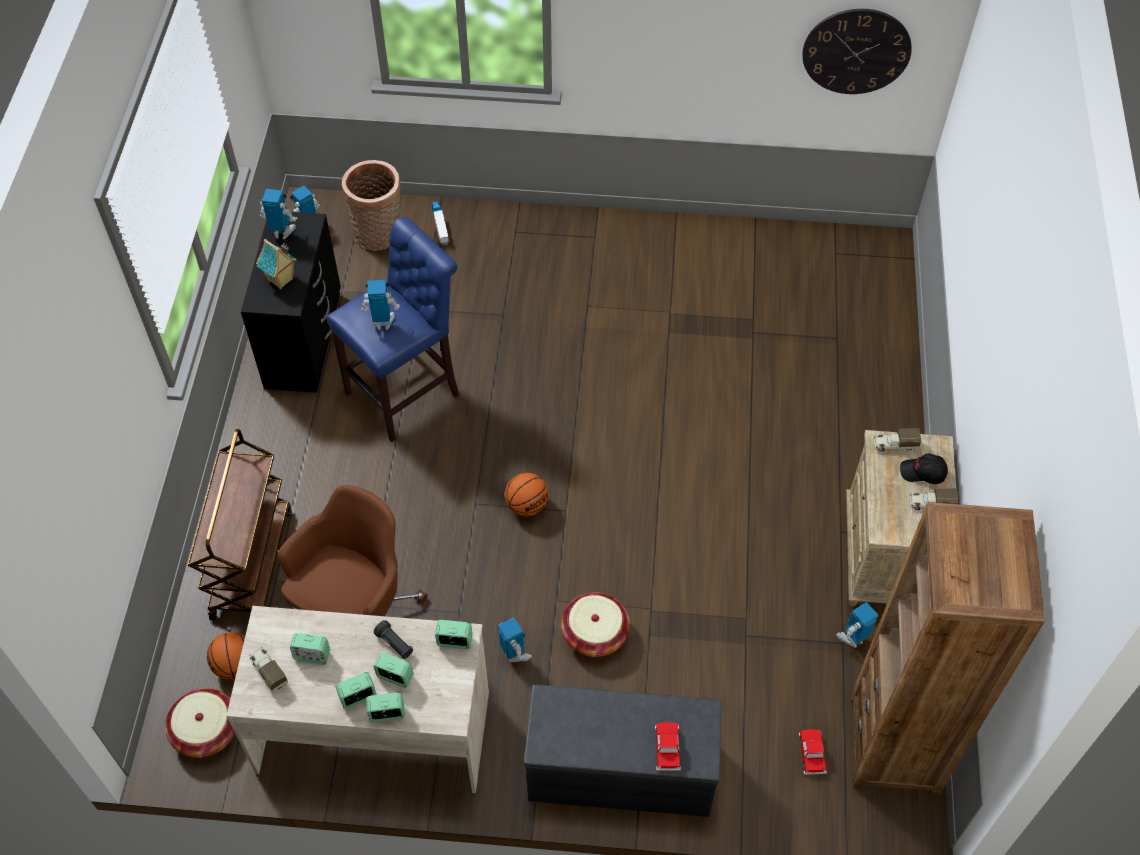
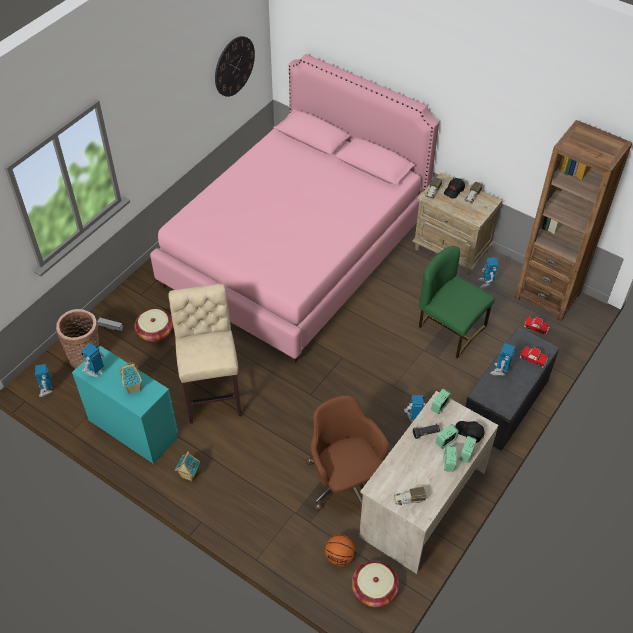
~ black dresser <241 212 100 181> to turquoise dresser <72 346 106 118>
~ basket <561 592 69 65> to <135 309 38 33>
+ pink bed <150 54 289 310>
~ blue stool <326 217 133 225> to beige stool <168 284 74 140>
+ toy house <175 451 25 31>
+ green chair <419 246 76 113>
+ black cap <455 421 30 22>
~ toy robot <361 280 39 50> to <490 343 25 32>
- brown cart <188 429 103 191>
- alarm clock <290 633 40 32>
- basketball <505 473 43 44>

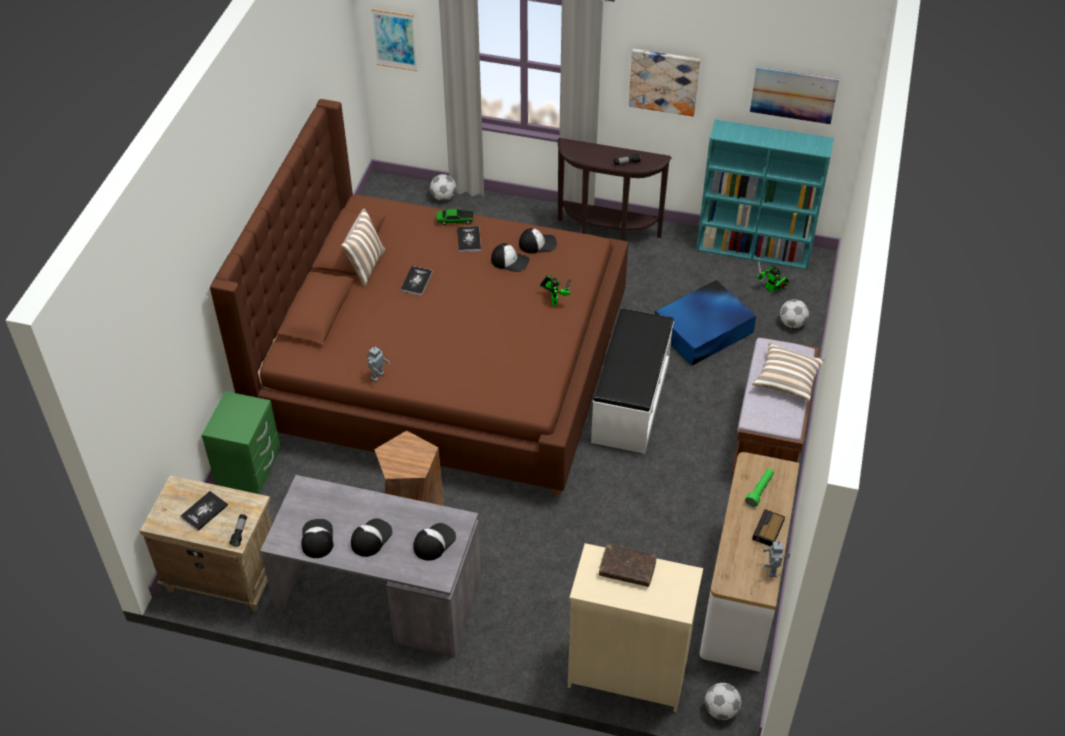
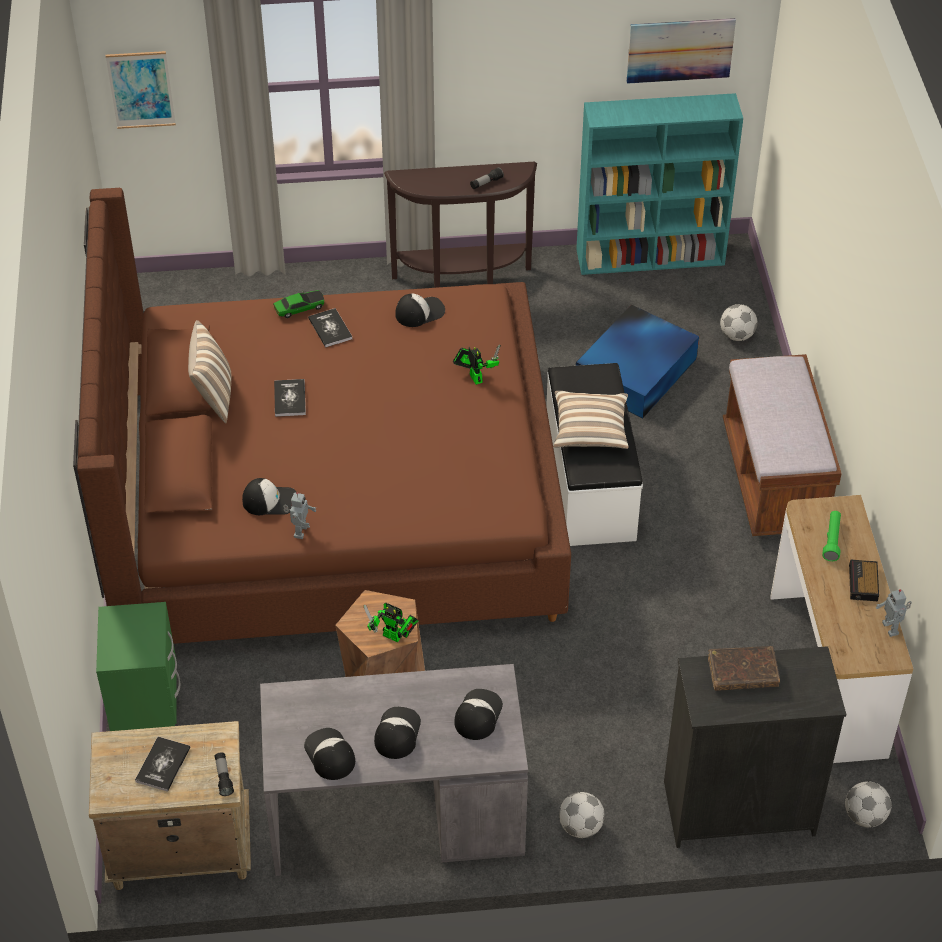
~ cap <491 243 39 29> to <242 478 54 37>
~ toy robot <757 261 32 32> to <364 603 55 39>
~ pillow <752 343 73 58> to <553 391 76 58>
~ football <430 174 26 27> to <559 792 46 46>
~ beige dresser <568 543 135 169> to black dresser <664 646 182 202>
- picture <629 49 71 67>

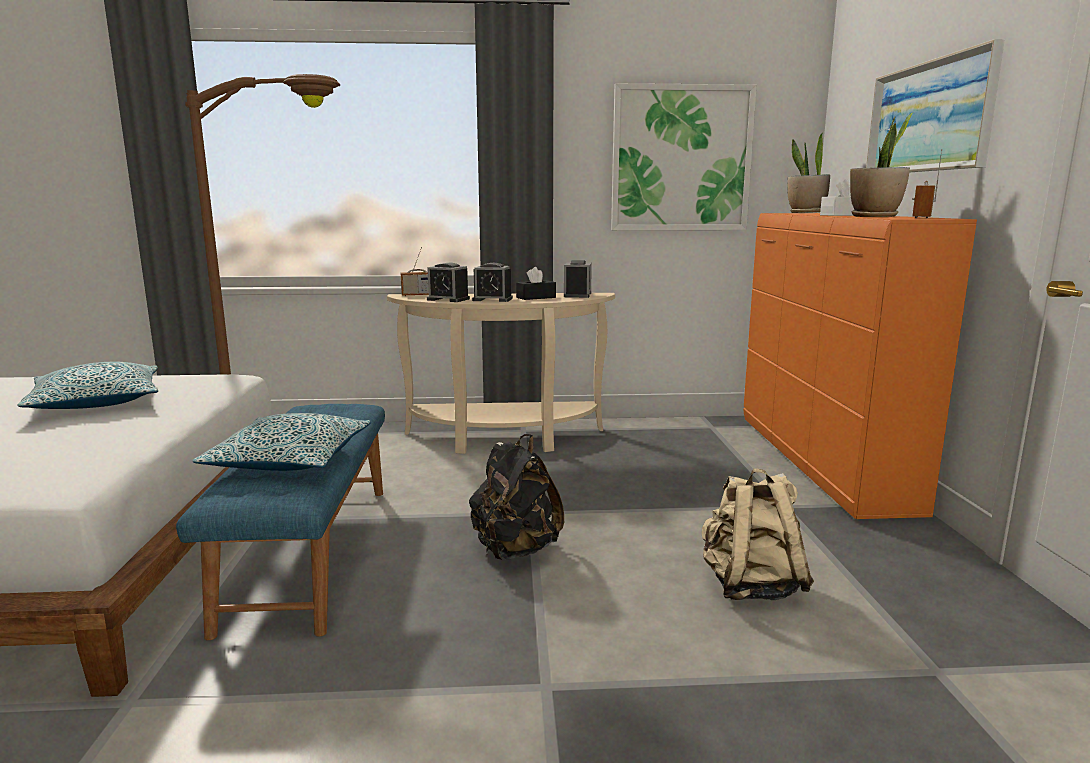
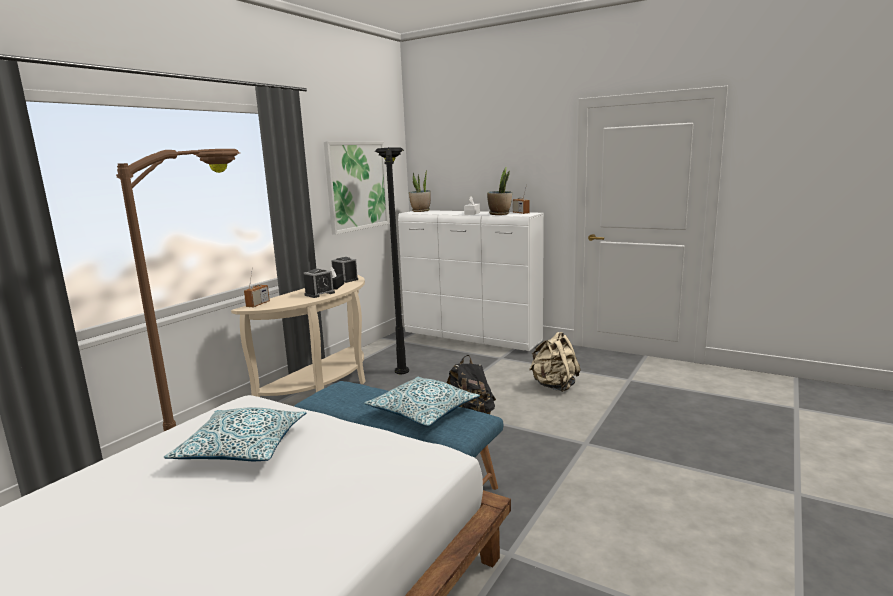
+ black floor lamp <375 147 34 227>
~ orange dresser <743 213 234 306> to white dresser <398 210 146 141>
- alarm clock <427 263 43 39>
- picture <866 39 139 133>

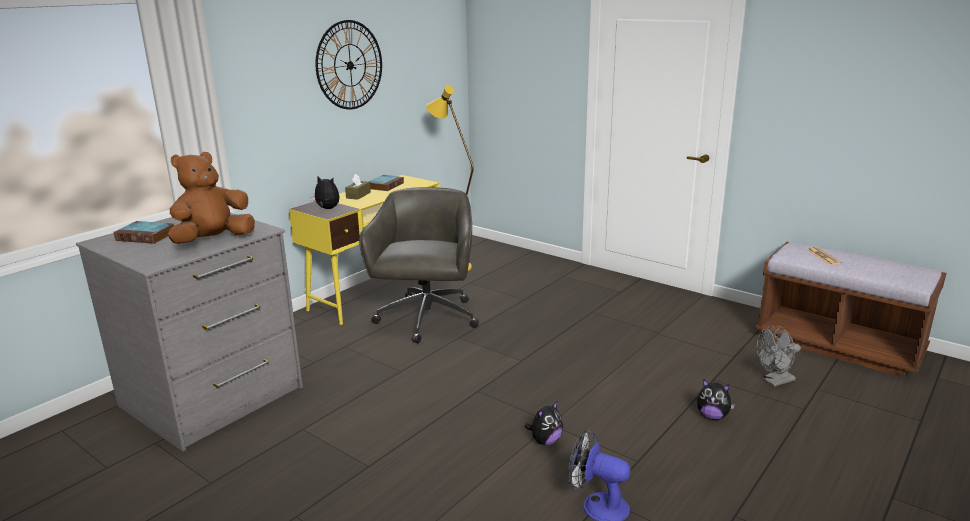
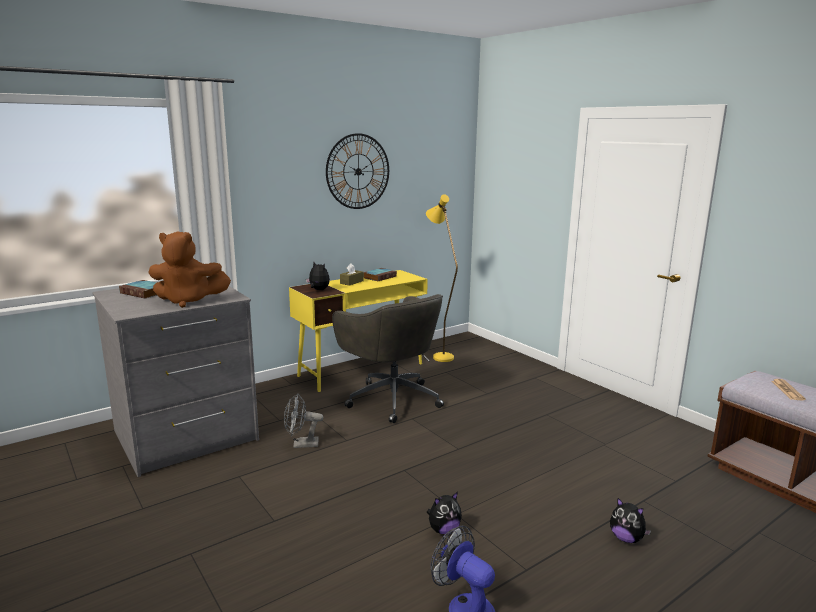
~ brown plush toy <168 152 87 92> = <148 232 83 76> 150 degrees counterclockwise
~ grey fan <756 325 45 62> to <284 393 39 55>
~ grey office chair <359 187 120 156> = <332 294 112 129> 120 degrees clockwise

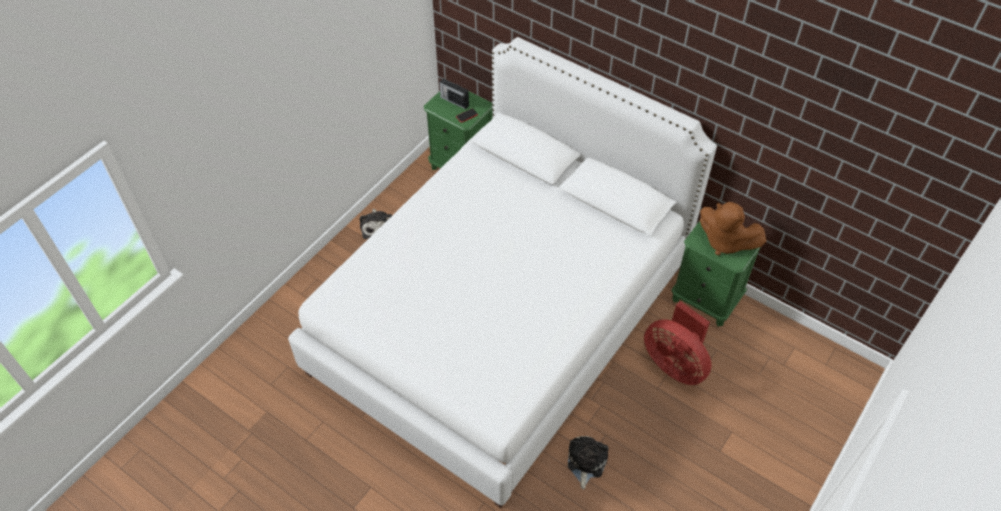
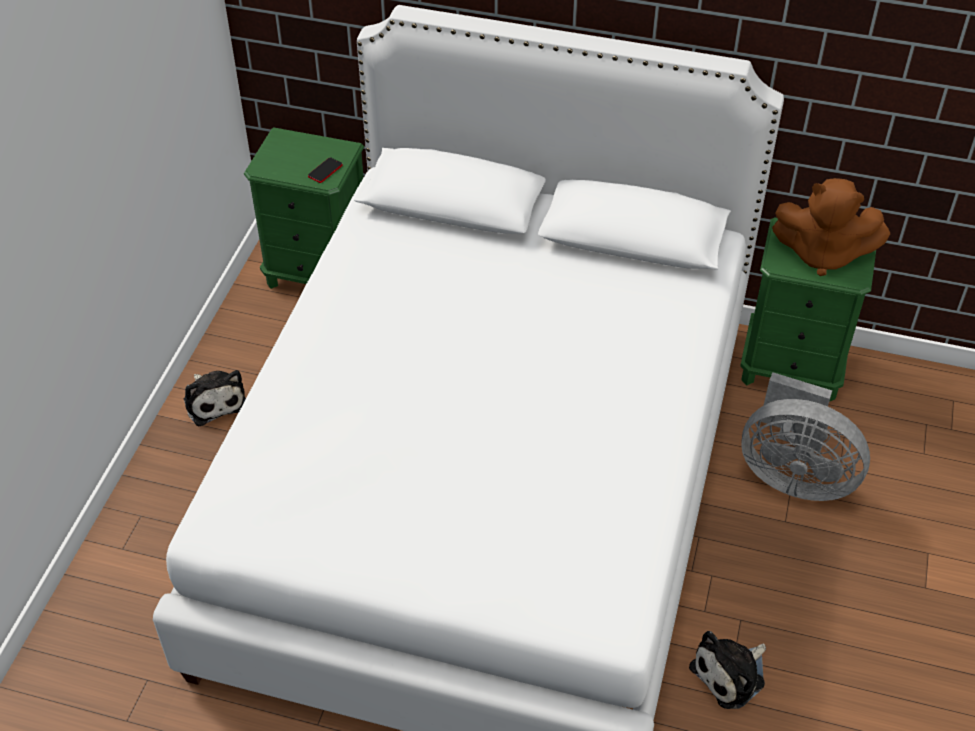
~ plush toy <568 436 40 53> = <689 631 77 78> 120 degrees counterclockwise
~ red fan <644 301 67 84> to grey fan <741 372 129 129>
- radio <439 79 30 30>

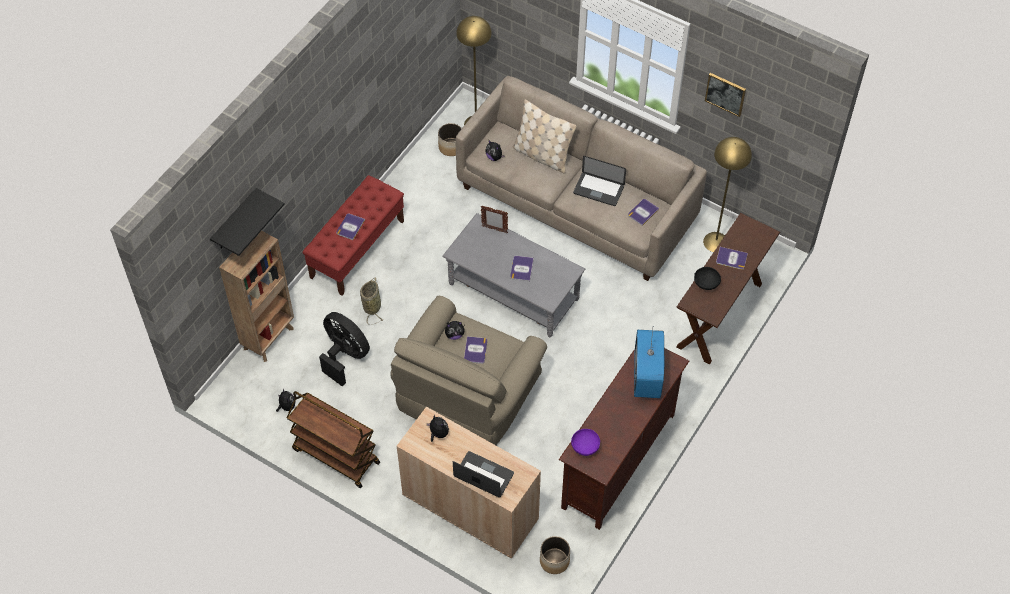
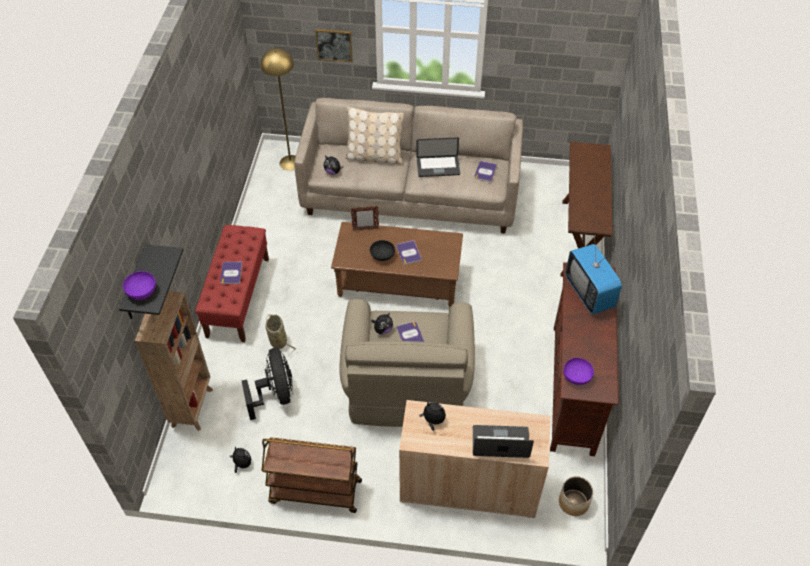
+ purple bowl <123 271 33 29>
~ black fan <319 312 51 75> = <242 348 51 72> 60 degrees clockwise
~ picture <705 73 41 44> to <315 29 38 33>
~ grey coffee table <442 213 143 124> to brown coffee table <331 222 132 86>
~ black bowl <694 267 27 23> to <370 240 25 21>
- planter <438 123 24 33>
- yellow floor lamp <703 137 49 115>
- book <716 247 32 23>

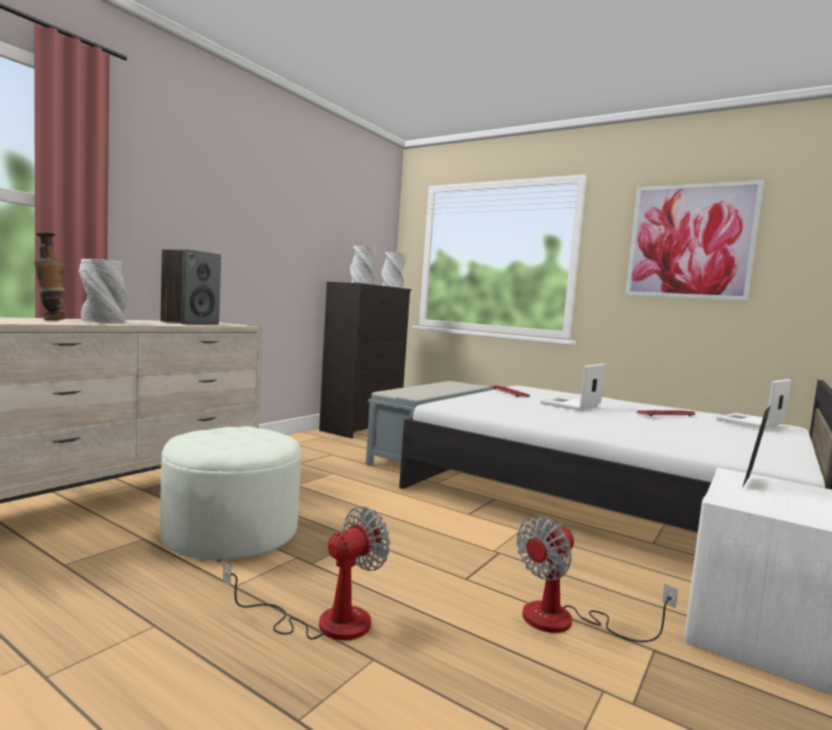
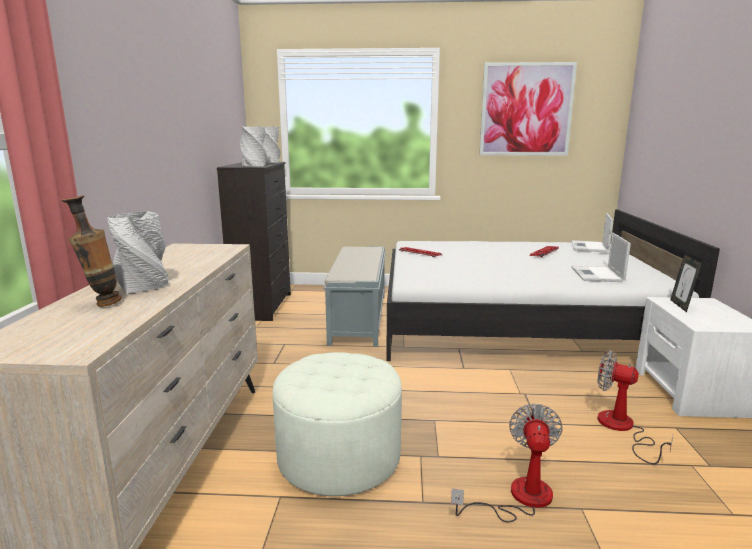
~ laptop <540 364 65 46> to <571 233 60 49>
~ fan <516 516 162 126> = <598 350 75 114> 105 degrees clockwise
- speaker <160 249 61 75>

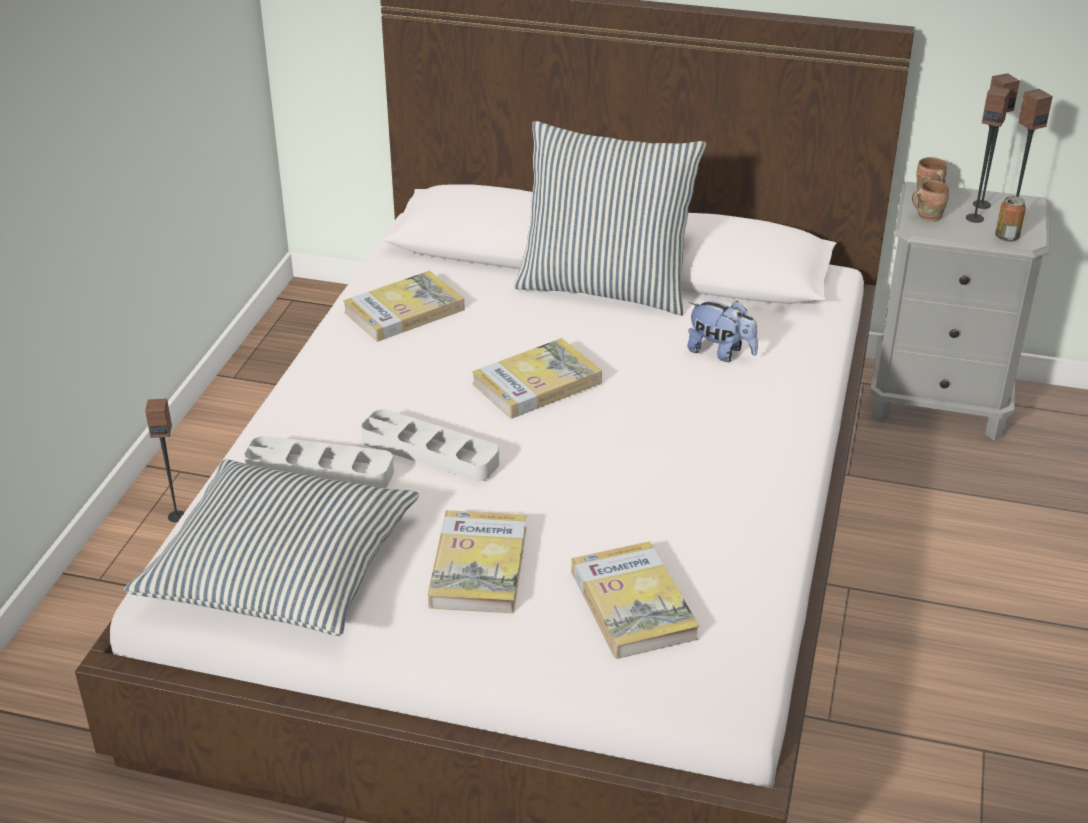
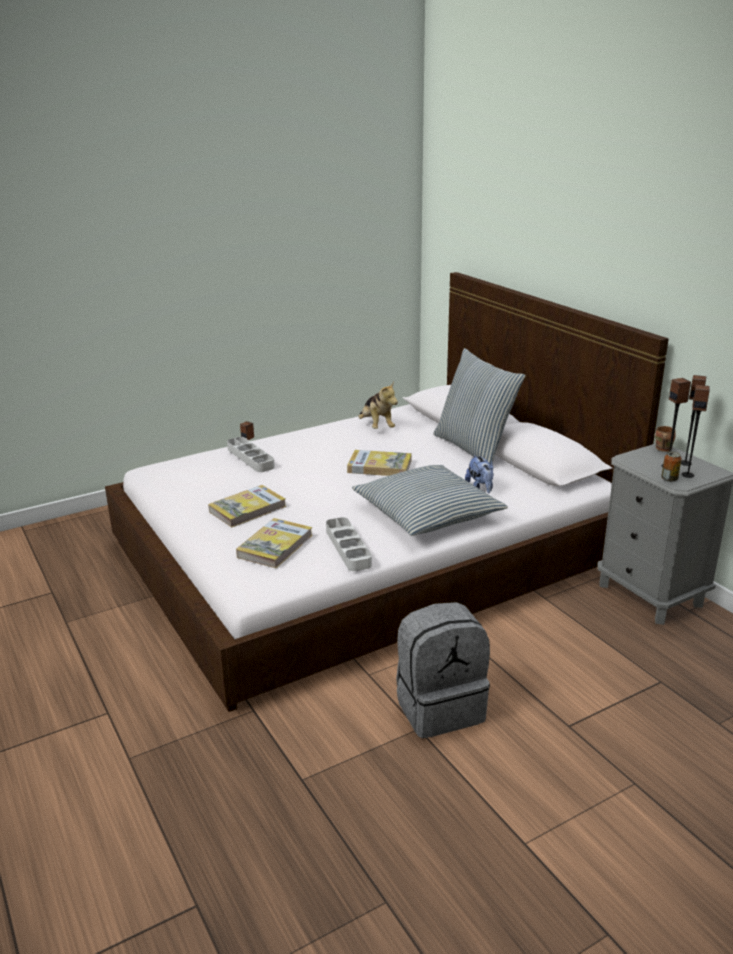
~ grey tray <361 409 138 72> to <326 517 46 54>
~ pillow <124 459 295 177> to <352 465 156 71>
~ book <343 271 122 71> to plush toy <358 381 40 48>
+ grey backpack <396 602 94 136>
- brown mug <912 180 37 42>

